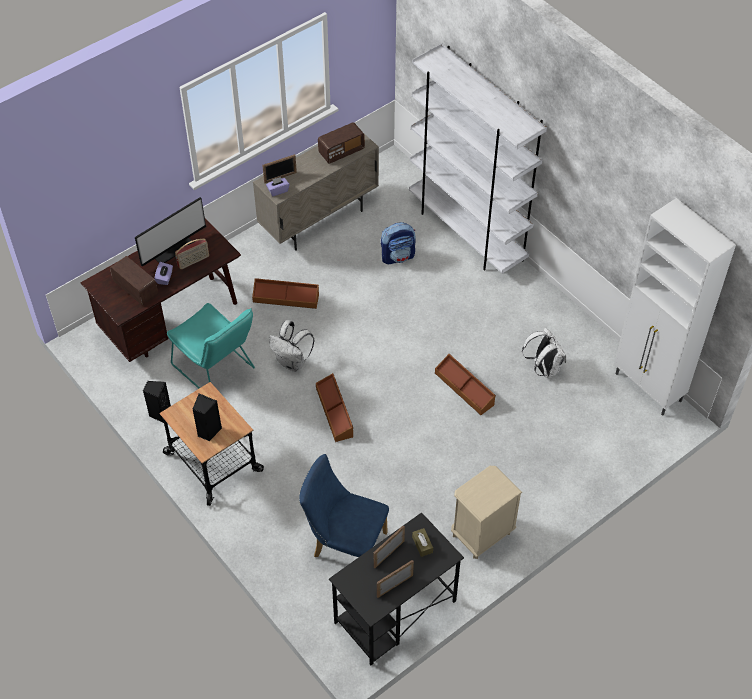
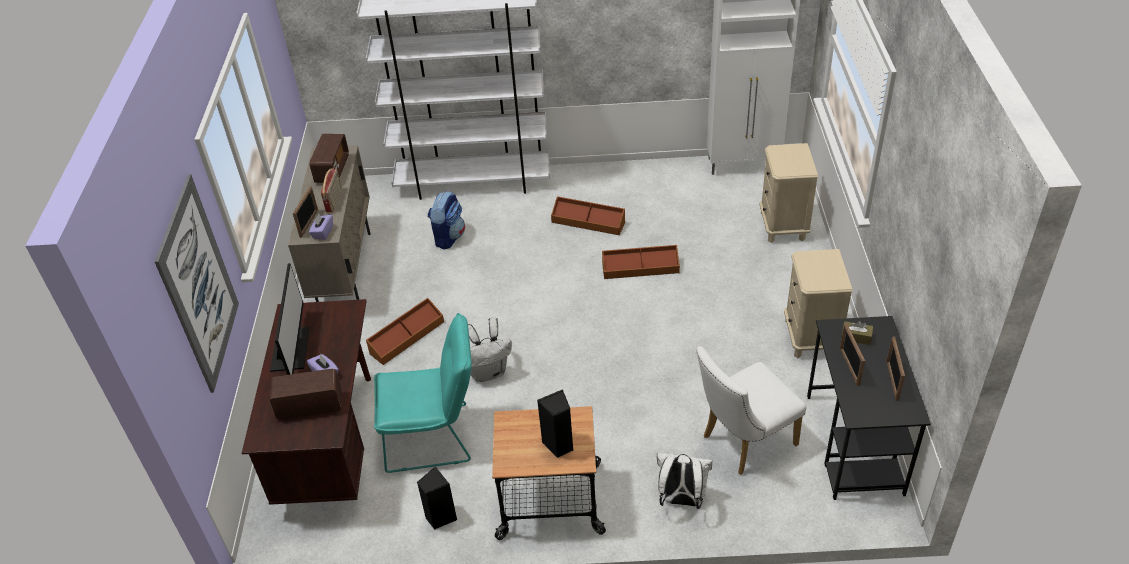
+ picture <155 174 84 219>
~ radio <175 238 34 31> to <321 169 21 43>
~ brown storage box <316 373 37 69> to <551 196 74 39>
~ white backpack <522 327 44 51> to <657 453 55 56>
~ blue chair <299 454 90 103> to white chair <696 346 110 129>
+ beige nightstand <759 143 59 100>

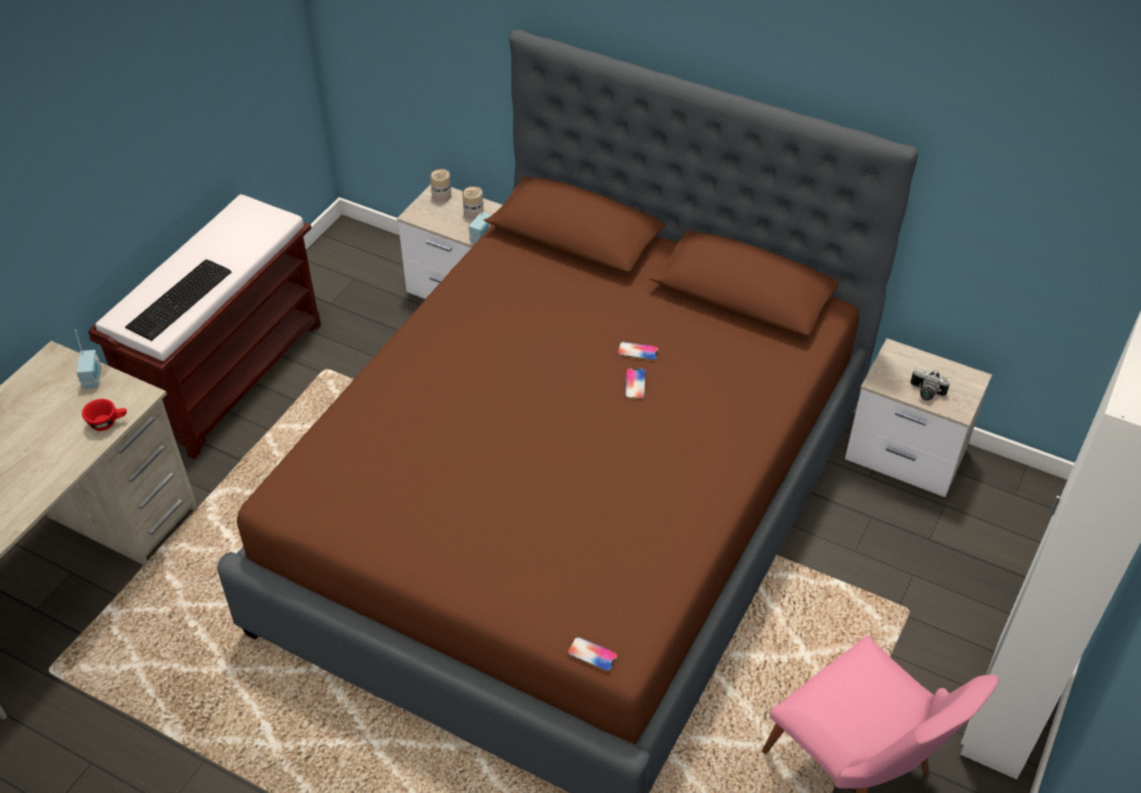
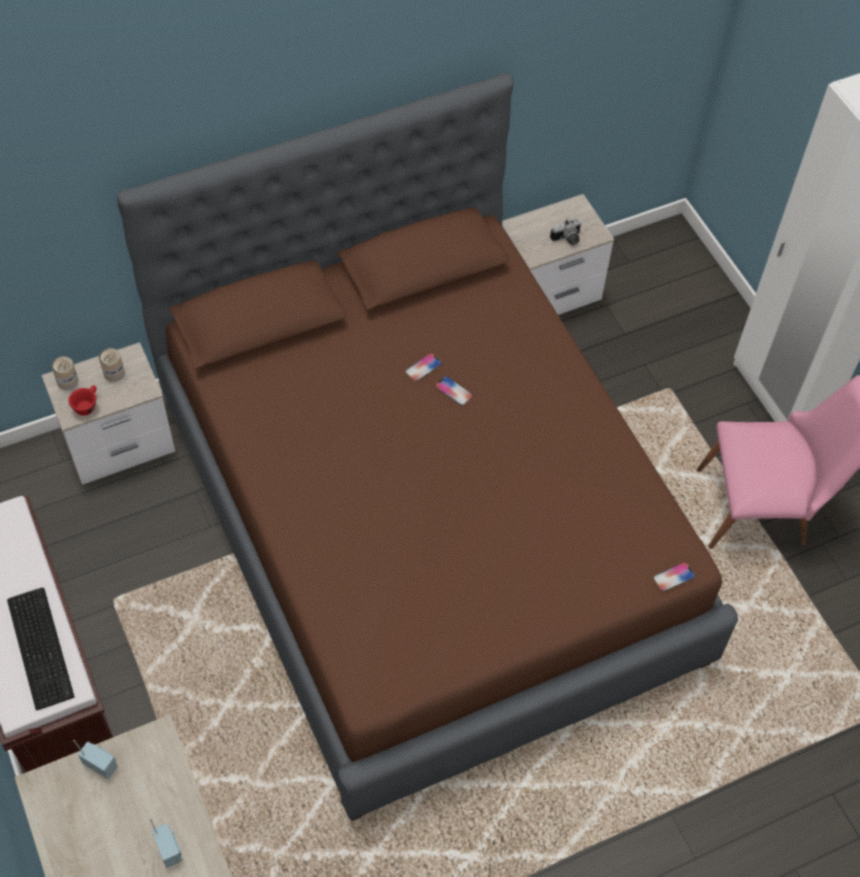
~ red cup <82 399 45 32> to <68 385 28 31>
~ radio <469 193 23 50> to <150 818 32 50>

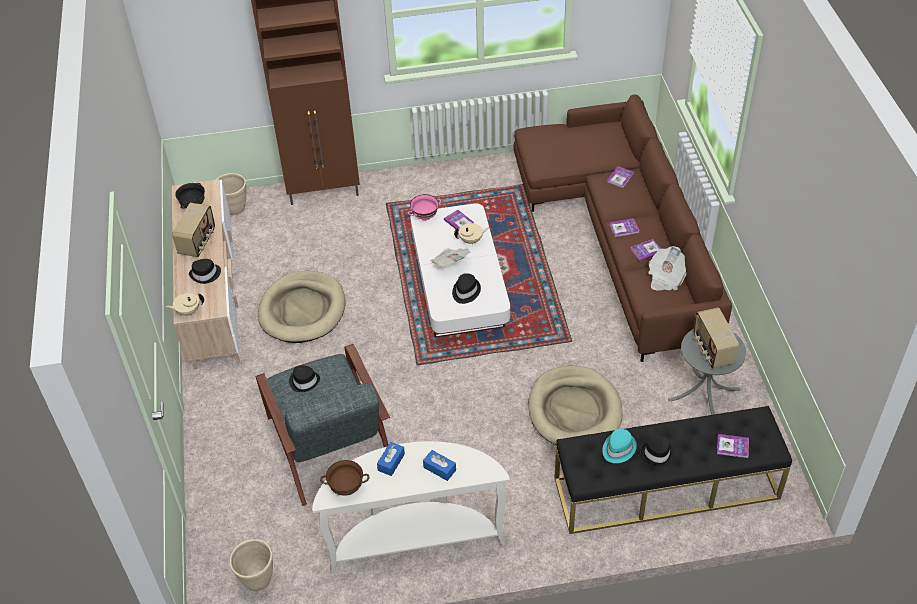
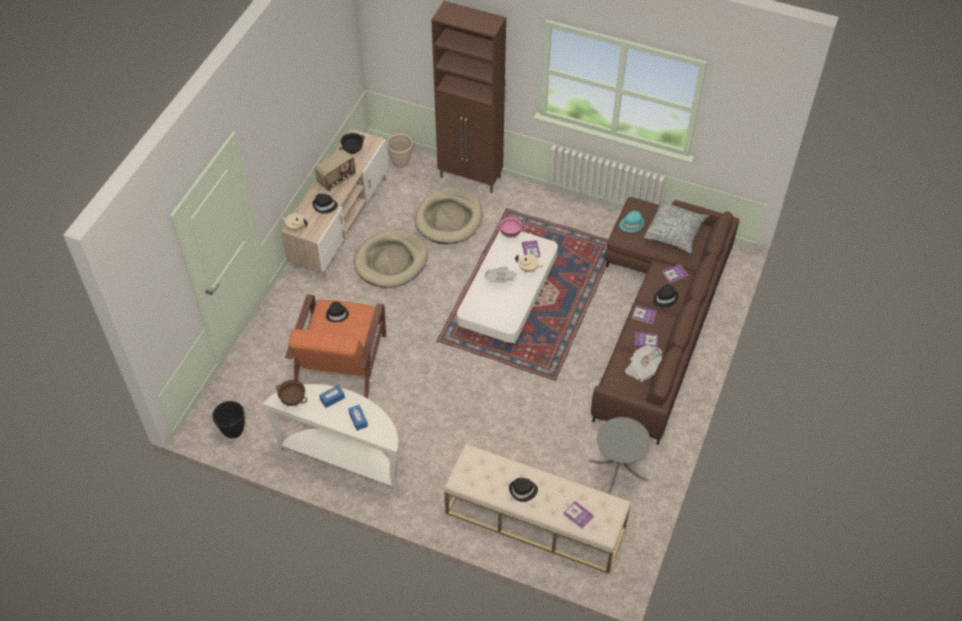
~ beige planter <229 539 44 52> to black planter <212 401 33 37>
~ grey armchair <256 344 134 162> to orange armchair <285 295 101 104>
~ beige dog bed <528 366 95 79> to <415 188 68 56>
~ black bench <554 406 238 128> to beige bench <444 443 187 130>
~ turquoise hat <602 429 35 34> to <619 211 25 21>
+ pillow <643 200 66 54>
~ black hat <452 273 29 31> to <653 284 25 24>
- radio <693 307 46 62>

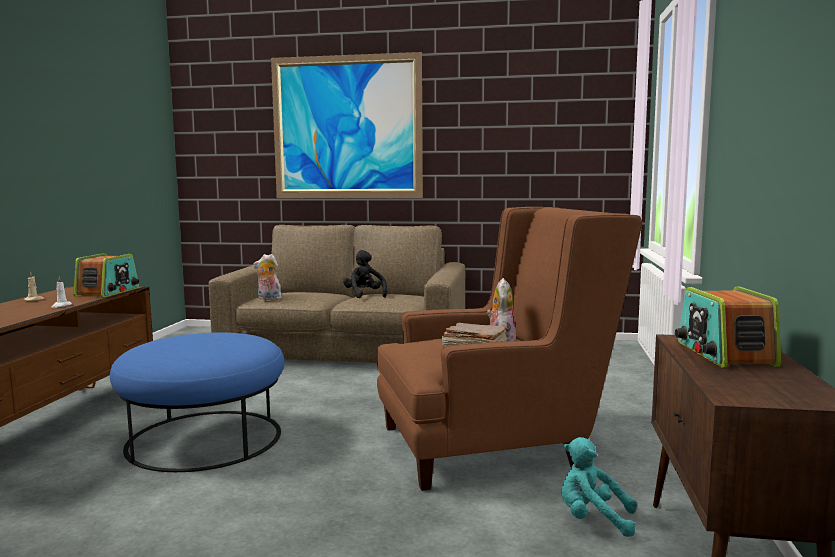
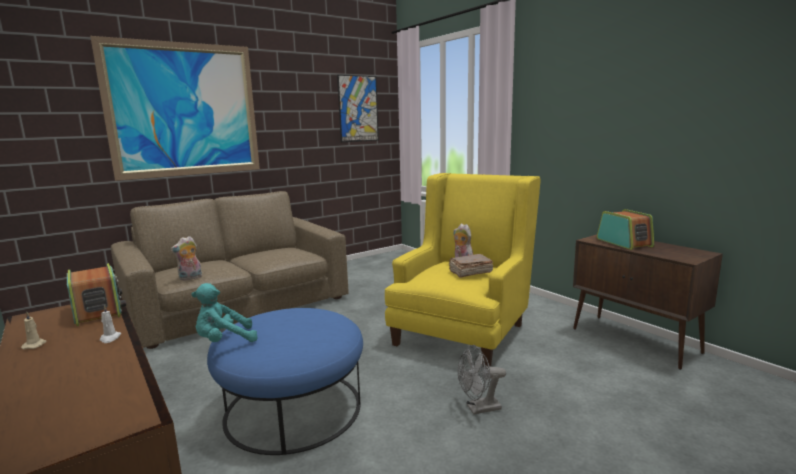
~ turquoise plush toy <561 437 76 100> to <191 283 67 59>
+ picture <337 75 42 67>
~ brown armchair <377 207 265 284> to yellow armchair <385 173 155 194>
+ grey fan <458 345 48 70>
~ radio <675 286 106 82> = <597 209 57 41> 150 degrees counterclockwise
- black plush toy <343 250 44 48>

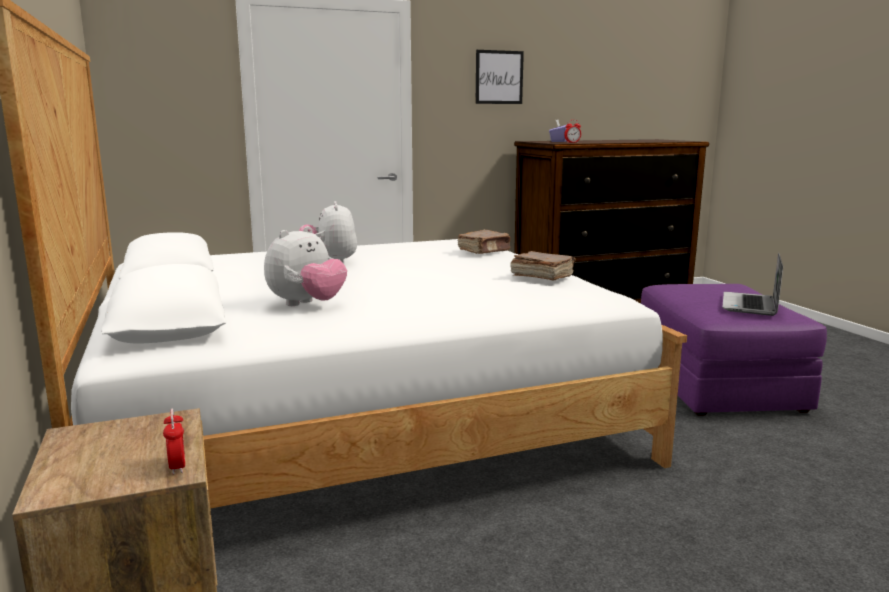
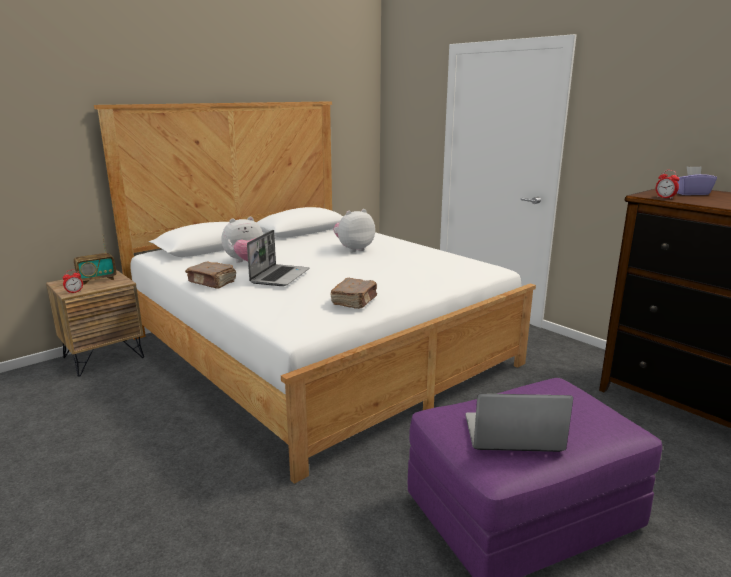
+ radio <74 234 42 51>
~ brown book <458 230 53 24> to <185 262 51 27>
~ plush toy <264 226 83 80> = <222 217 41 46> 45 degrees counterclockwise
+ laptop <247 230 63 56>
- picture <476 50 48 54>

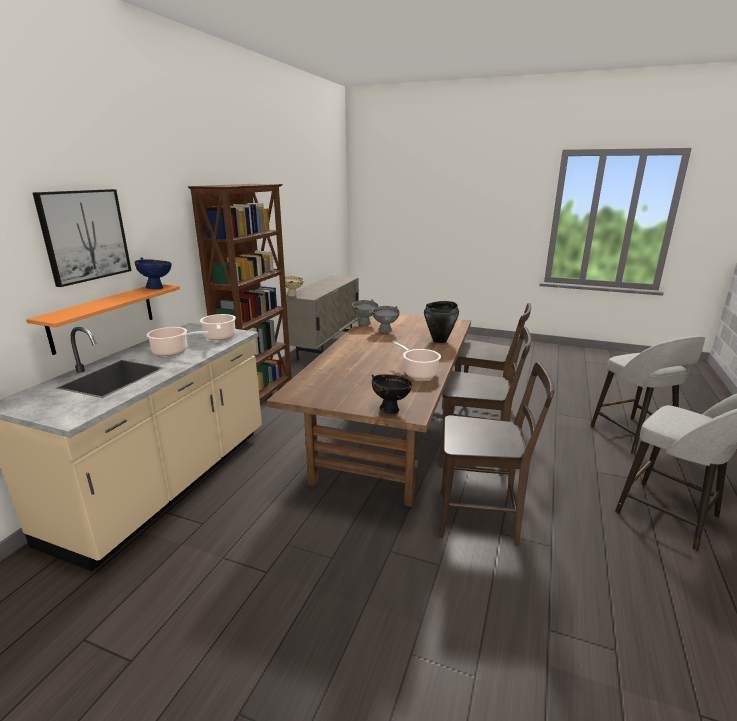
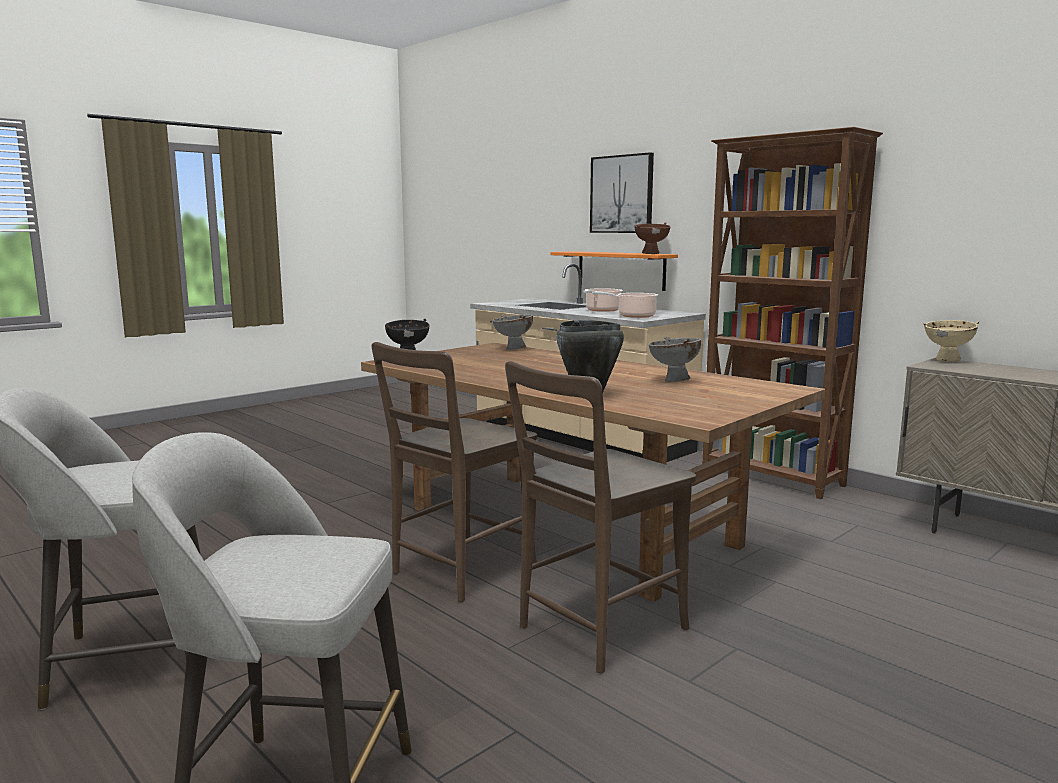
~ grey bowl <352 299 27 27> to <493 315 40 35>
~ blue bowl <135 257 37 32> to brown bowl <635 222 36 32>
- cooking pot <393 342 48 37>
- brown chair <438 362 116 184>

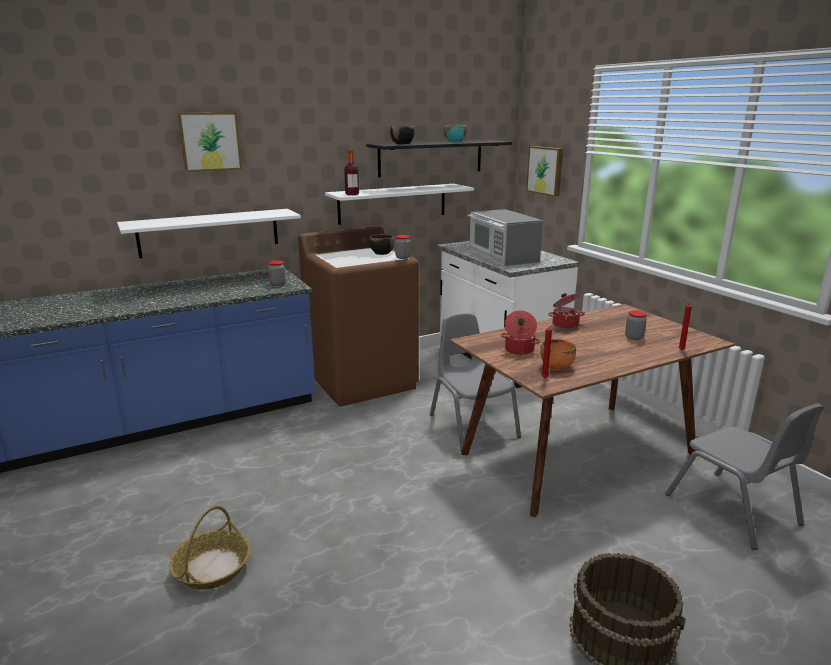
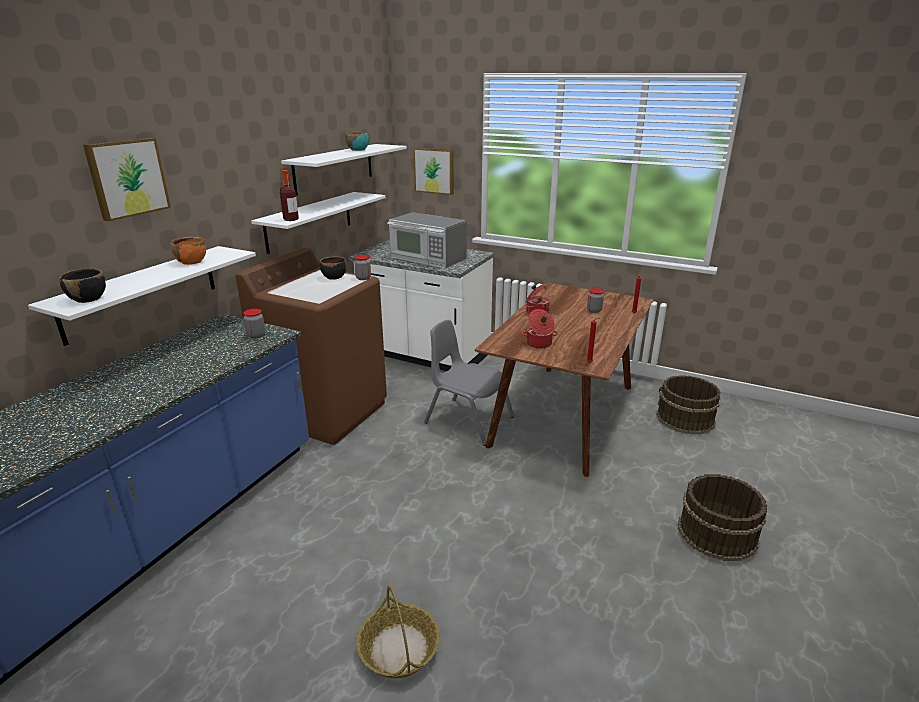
~ black bowl <390 126 25 18> to <59 269 47 34>
~ orange bowl <540 339 36 32> to <170 237 36 28>
~ black shelf <366 140 146 37> to white shelf <281 144 126 52>
~ grey chair <665 404 159 146> to brown bucket <656 375 65 59>

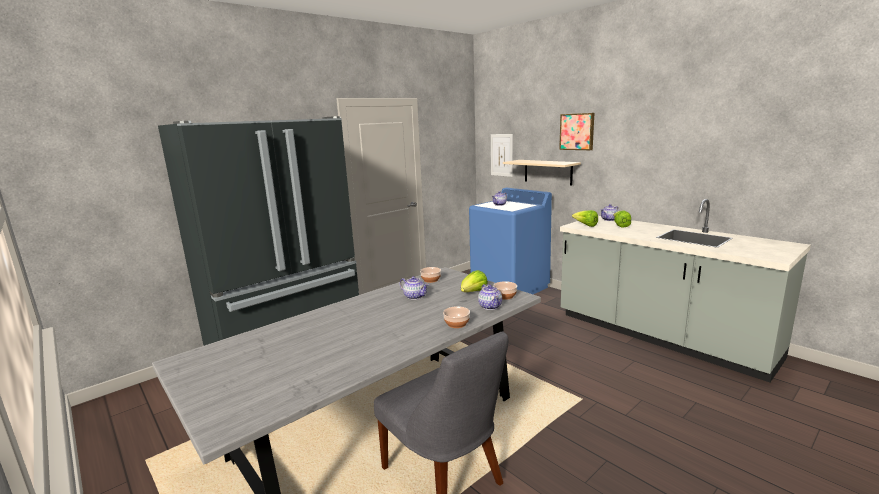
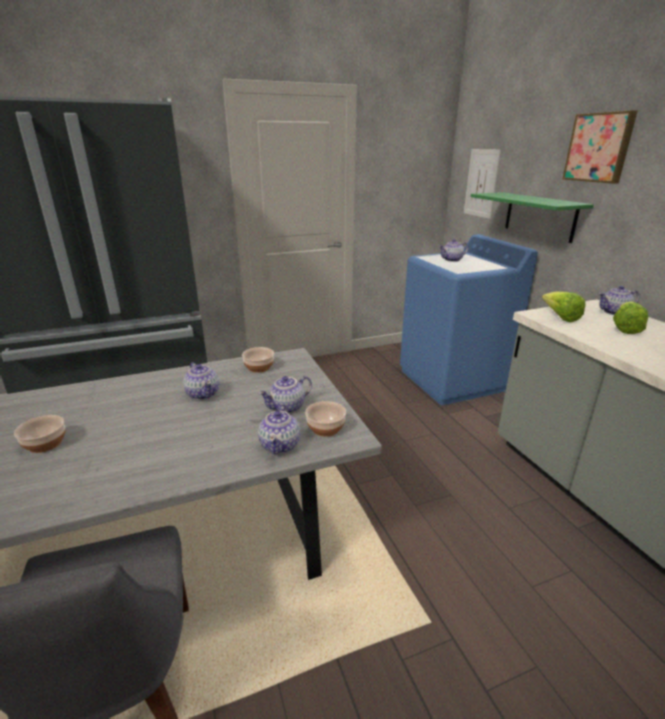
~ bowl <443 306 27 22> to <14 415 51 38>
~ lettuce <461 270 27 22> to teapot <258 376 54 38>
~ beige shelf <503 160 78 26> to green shelf <470 192 124 51>

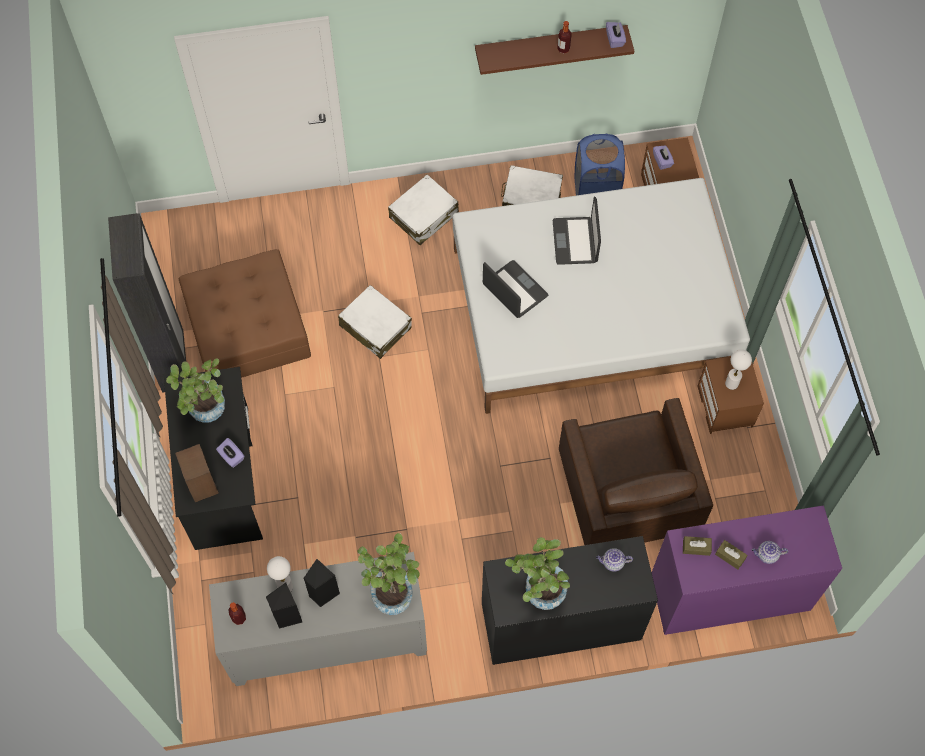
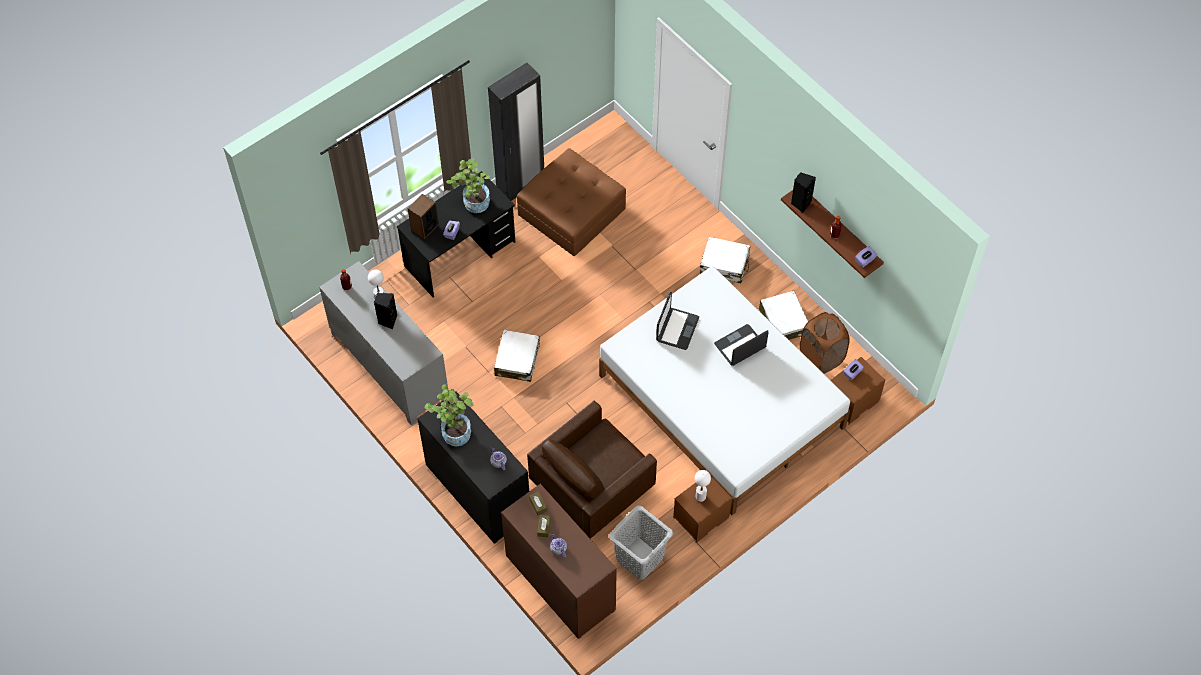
~ white suitcase <338 285 74 74> to <494 330 46 52>
~ purple dresser <651 505 191 130> to brown dresser <501 484 116 155>
+ grey laundry basket <609 505 64 75>
~ black speaker <266 583 36 46> to <791 172 25 41>
~ blue laundry basket <575 134 50 61> to brown laundry basket <800 312 50 62>
- potted plant <358 533 62 82>

